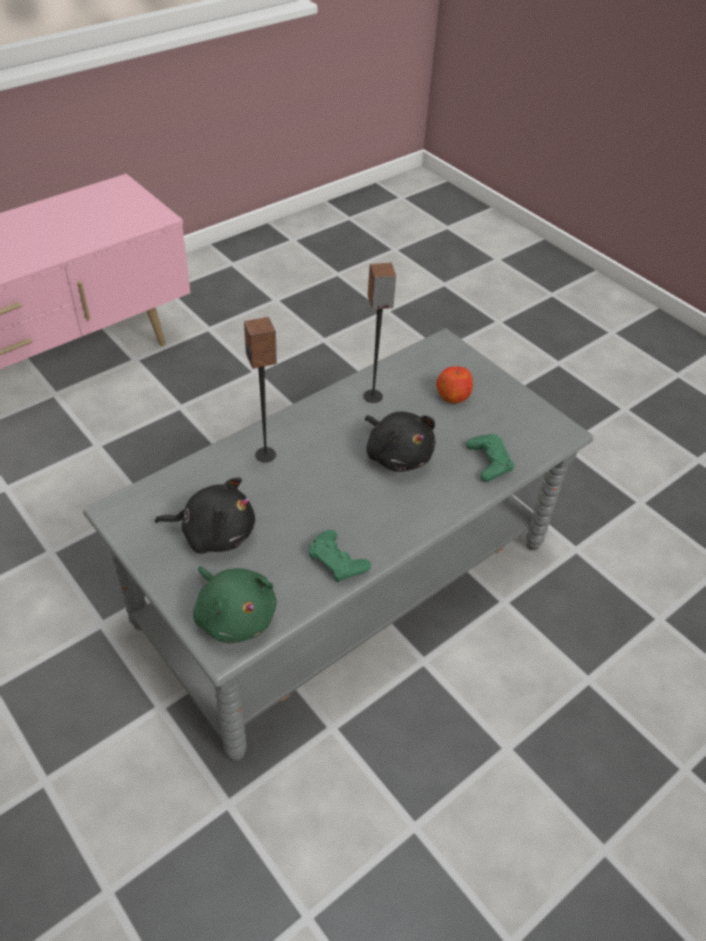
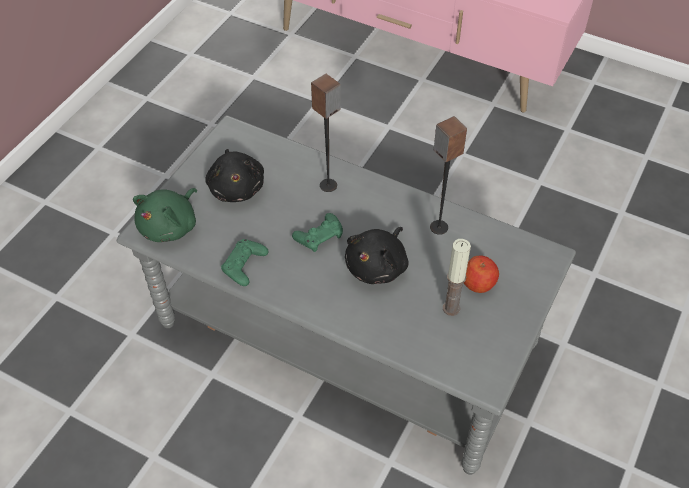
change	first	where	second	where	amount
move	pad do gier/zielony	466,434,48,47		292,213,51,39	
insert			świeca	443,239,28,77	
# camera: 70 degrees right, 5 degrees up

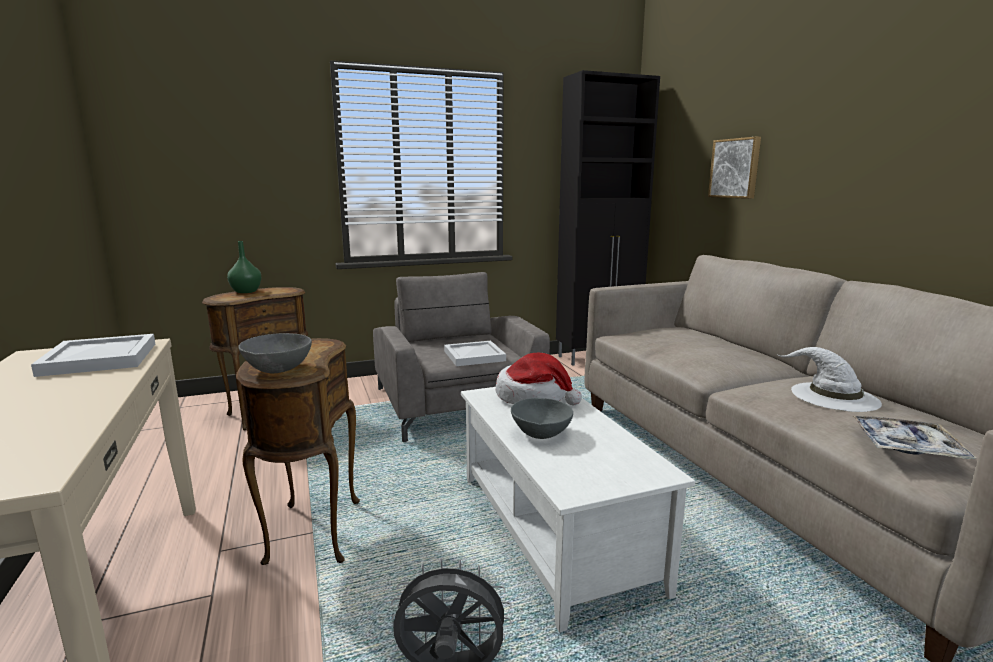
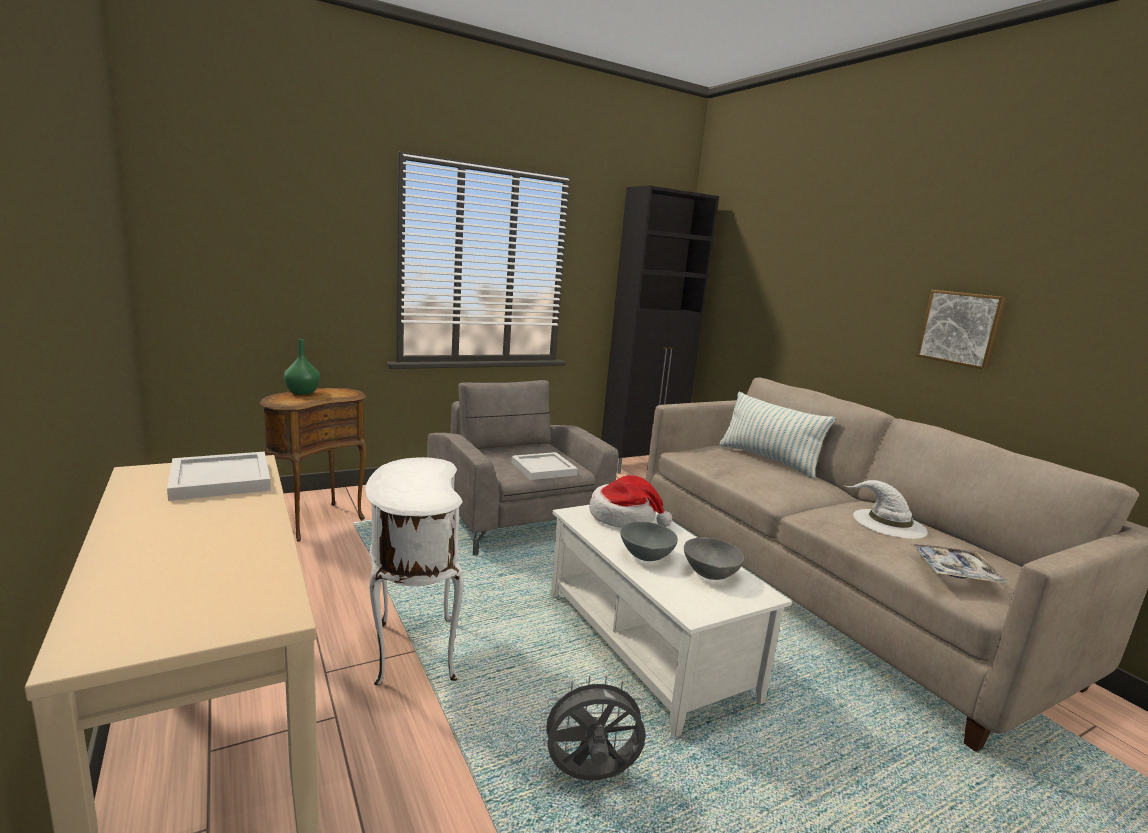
change	first	where	second	where	amount
recolor	stolik/brązowy	236,338,124,227	stolik/biały	365,457,99,228	
move	miska/szary	238,333,74,40		684,537,60,43	
insert			poduszka	719,392,116,86	
move	obraz	708,137,53,62		916,290,91,80	
# camera: 10 degrees left, 0 degrees up

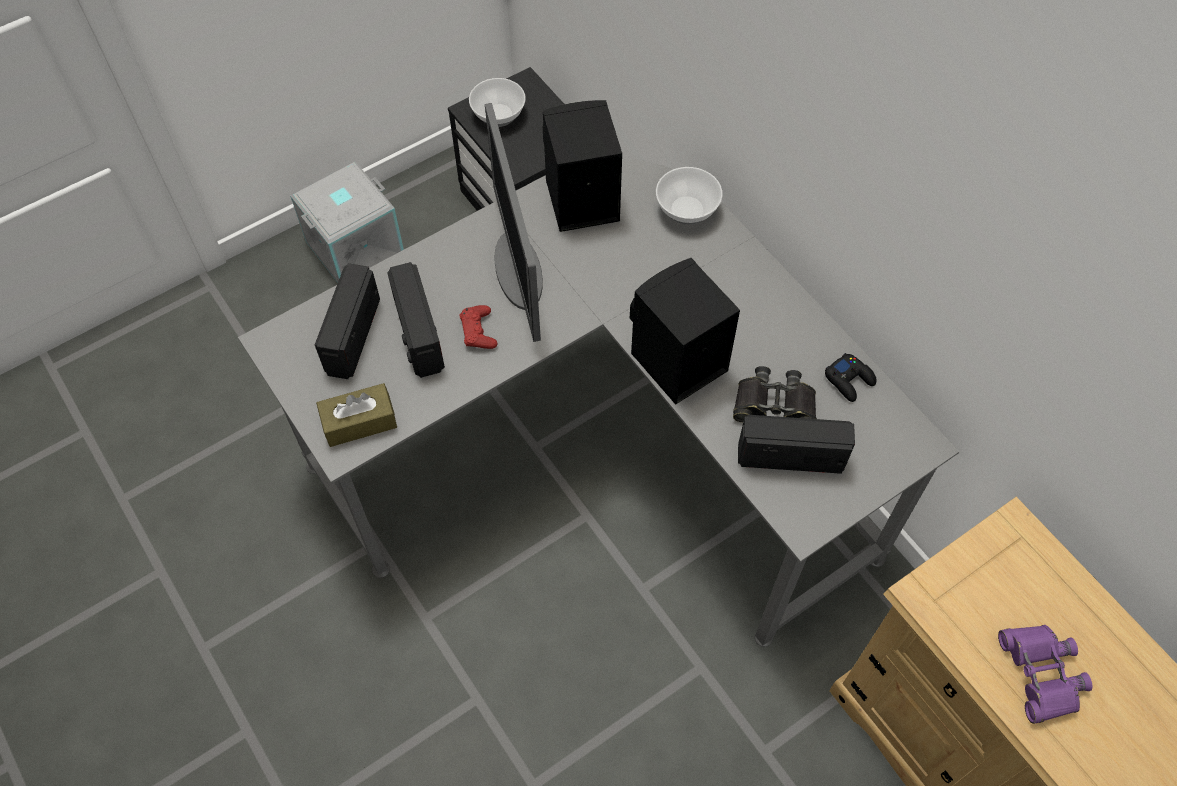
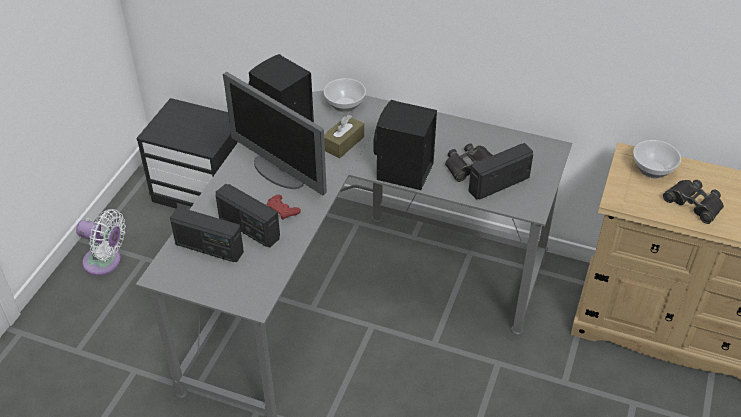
change	first	where	second	where	amount
replace	pojemnik do przechowywania/szary	290,161,114,122	wentylator/biały	76,209,50,67	
rotate	radio	315,263,65,116		170,208,74,54	45 degrees counterclockwise
move	pudełko chusteczek/brązowy	316,383,81,64		324,115,40,43	
move	miska	469,78,57,49		633,140,48,38	
recolor	lornetka/fioletowy	998,625,94,99	lornetka/czarny	663,180,61,44	
delete	pad do gier/czarny	825,353,51,49			
# camera: 35 degrees left, 15 degrees down

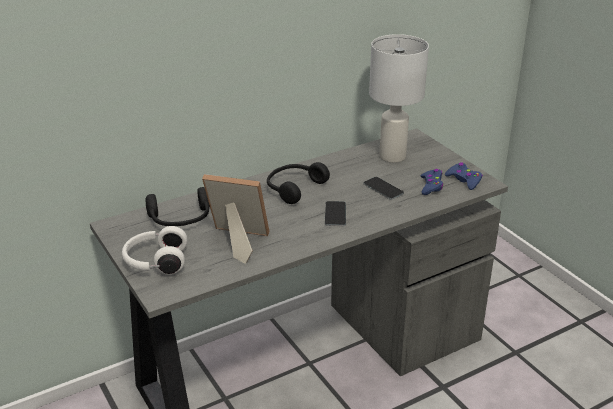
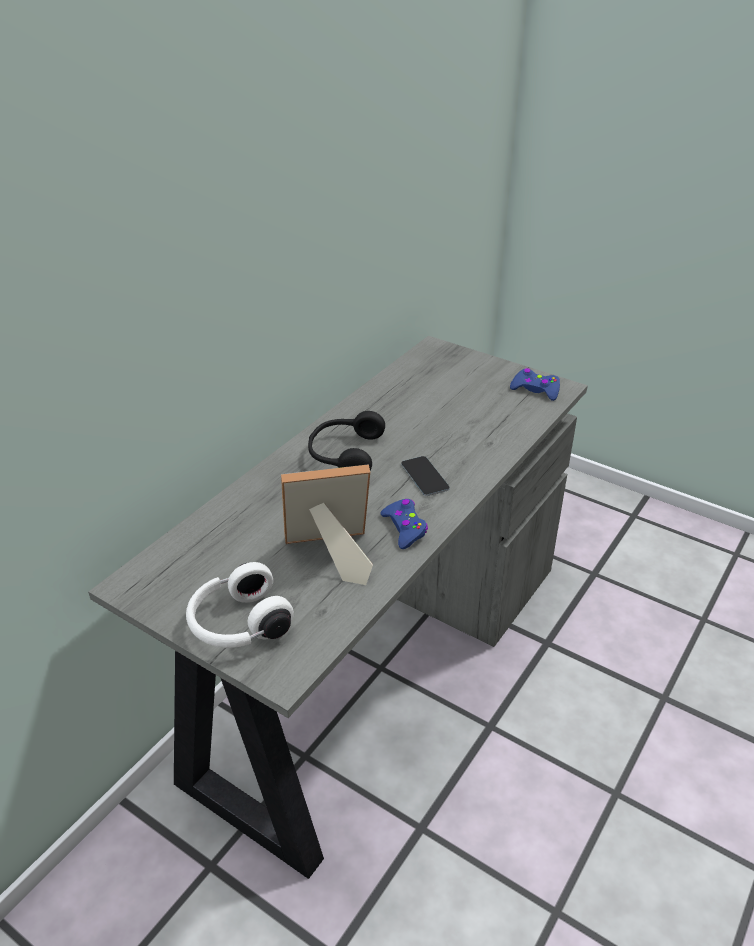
change	first	where	second	where	amount
move	pad do gier/niebieski	421,169,22,26		380,499,48,50	
delete	słuchawki/czarny	146,187,64,39			
delete	telefon	363,177,41,23			
delete	lampa stołowa/biały	369,34,60,129			
# camera: 25 degrees left, 5 degrees up

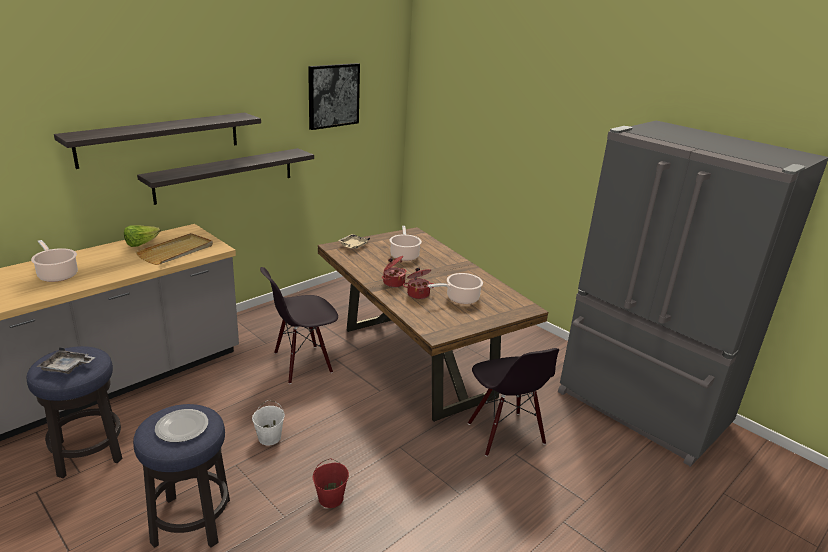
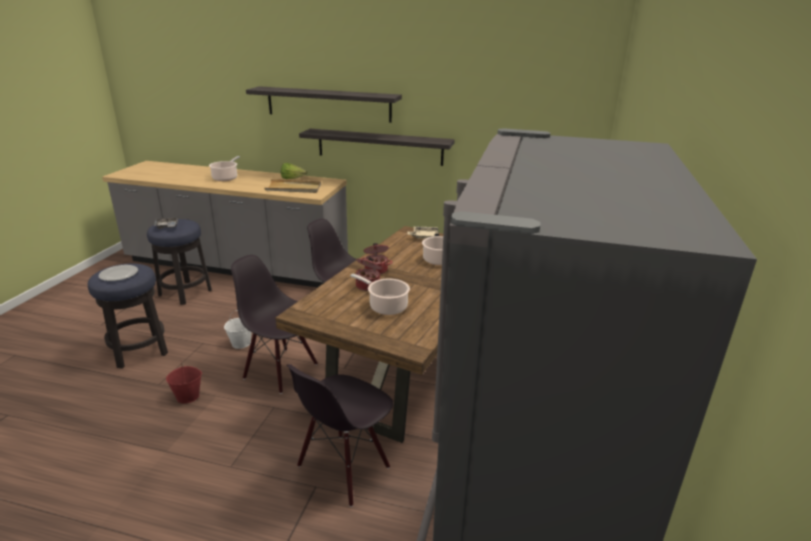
change	first	where	second	where	amount
insert			krzesło/czarny	231,255,87,139	
delete	obraz	308,63,52,67			
# camera: 60 degrees right, 0 degrees up

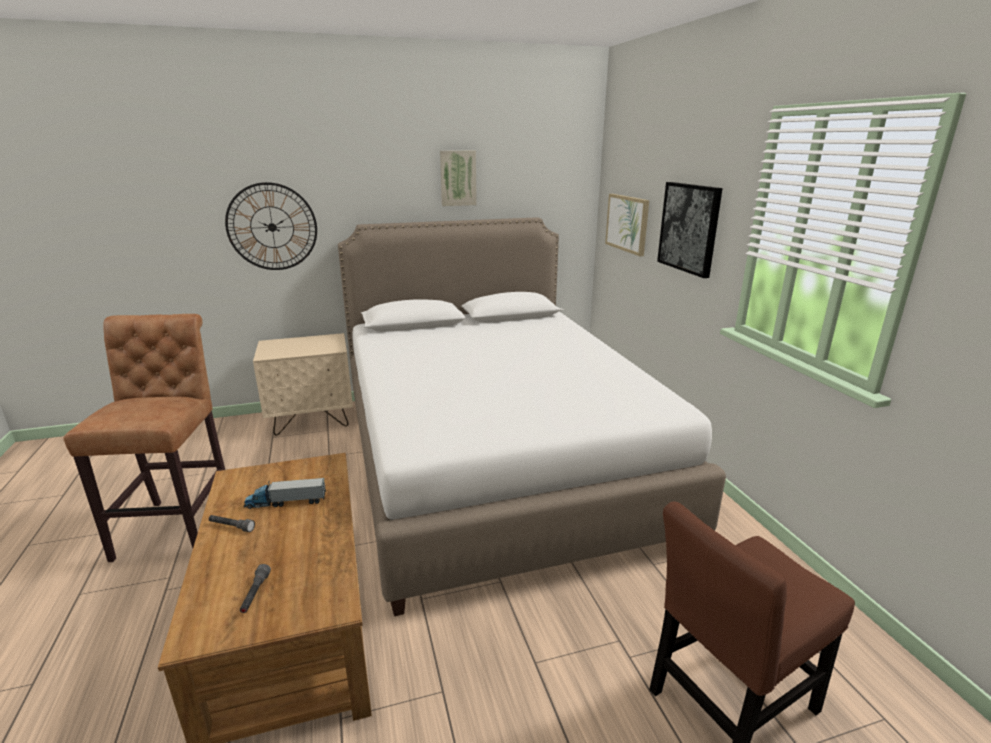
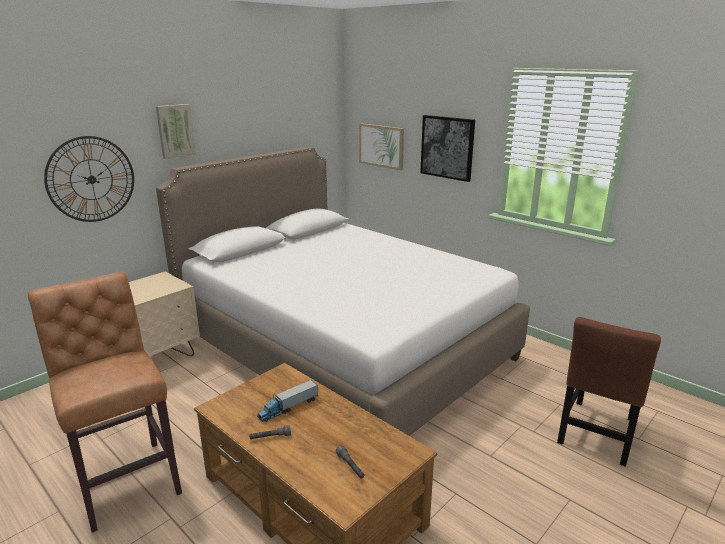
change	first	where	second	where	amount
move	obraz	440,151,37,55		156,104,40,55	
# camera: 30 degrees left, 0 degrees up

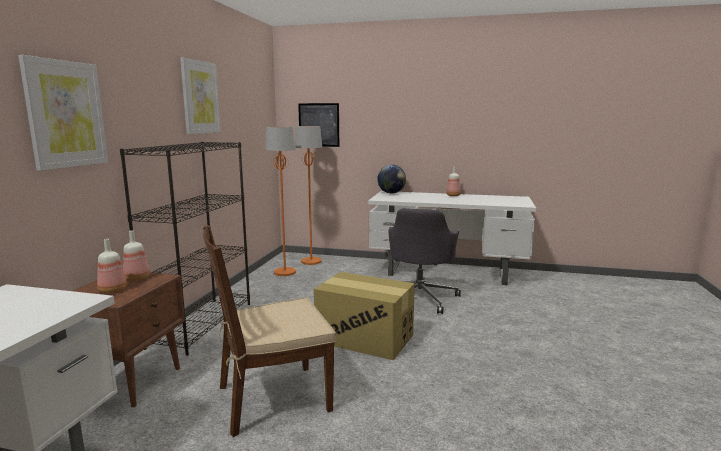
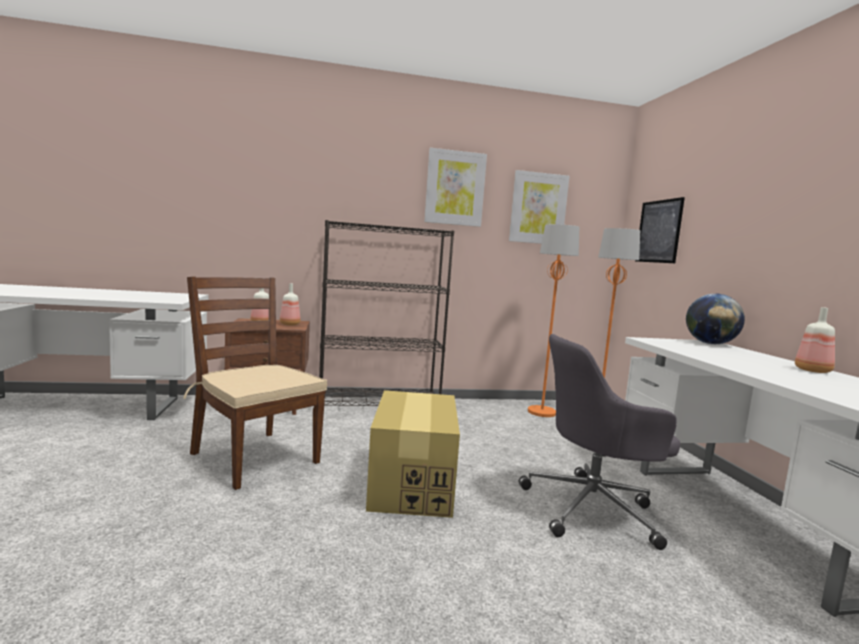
change	first	where	second	where	amount
move	obraz	18,55,90,116		509,170,60,74	
# camera: 65 degrees right, 5 degrees down

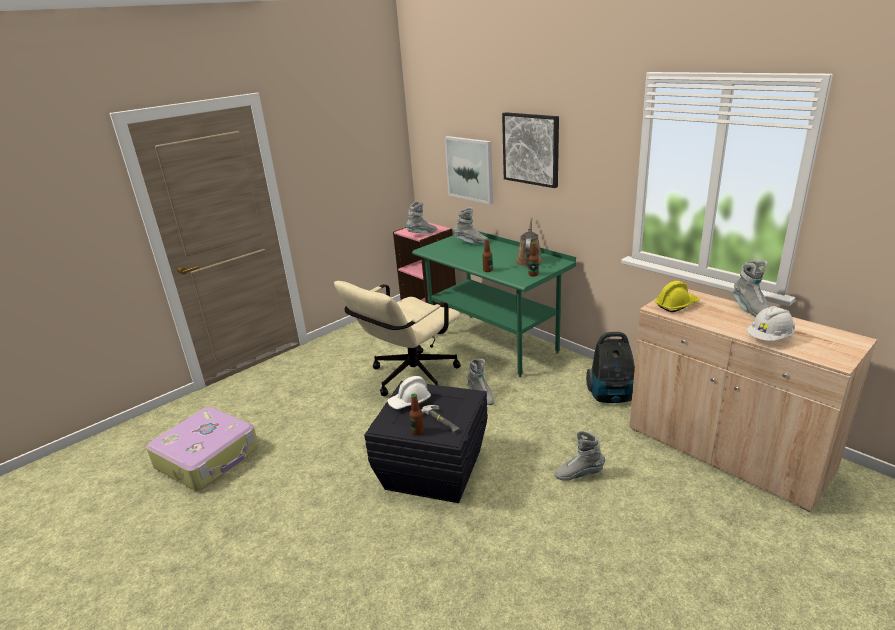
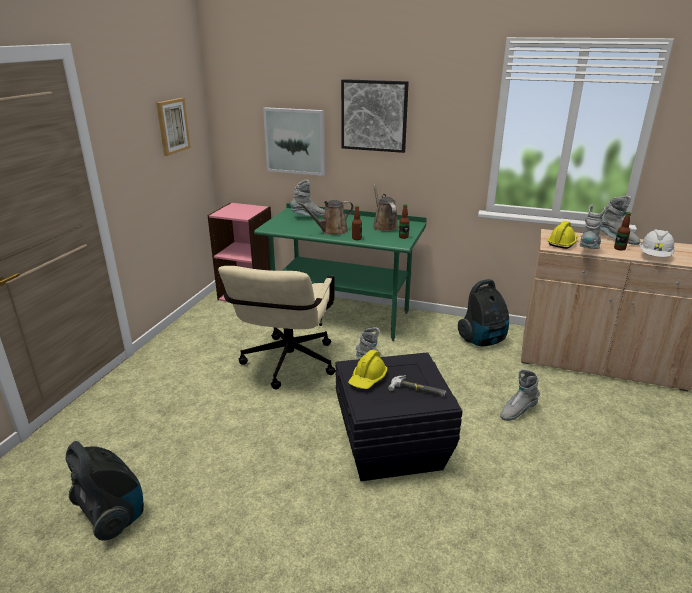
change	first	where	second	where	amount
replace	walizka	146,407,113,84	odkurzacz	66,441,78,100	
insert			obraz	156,98,35,58	
insert			konewka/brązowy	298,200,56,35	
recolor	kask/biały	387,376,44,33	kask/żółty	348,350,39,39	
move	but z cholewką/szary	406,201,31,32		580,205,25,44	
move	butelka	409,394,15,41		614,212,17,39	
# camera: 30 degrees left, 0 degrees up

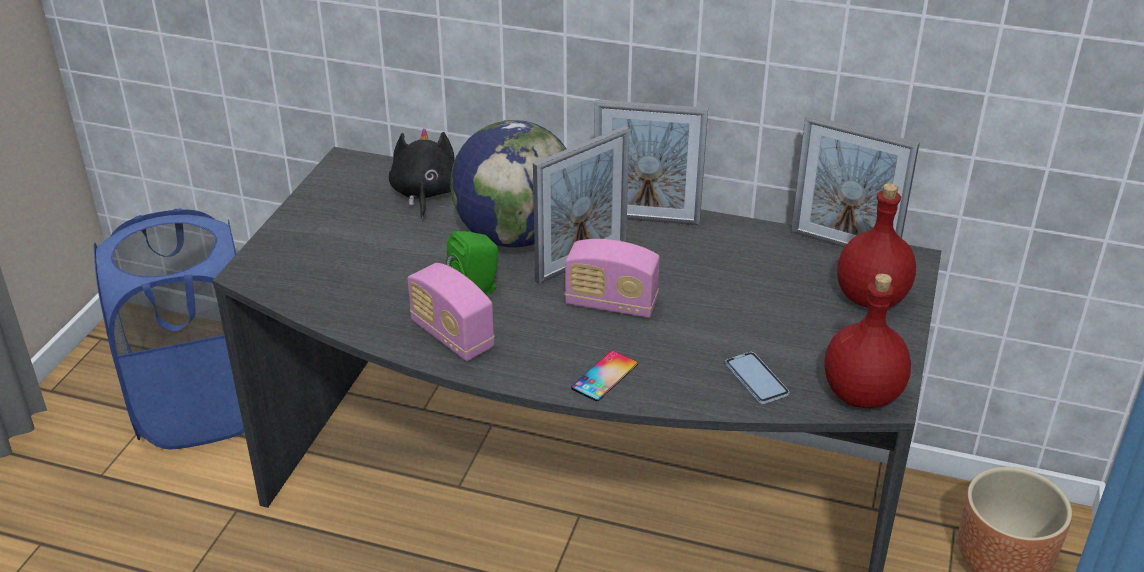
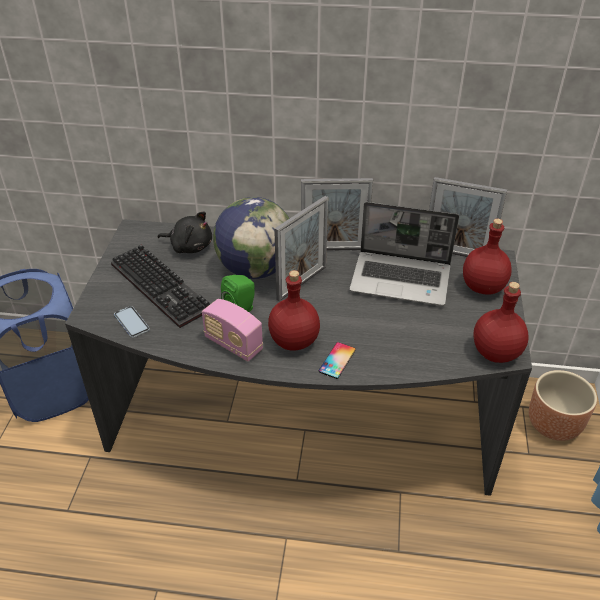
change	first	where	second	where	amount
insert			klawiatura	111,245,99,83	
move	telefon	725,352,64,52		114,306,36,32	
rotate	pluszak/czarny	389,128,65,91		157,212,55,41	120 degrees clockwise
insert			butelka/czerwony	268,270,52,81	
insert			laptop	350,202,109,104	
delete	radio	565,239,95,79			
# camera: 10 degrees left, 5 degrees up

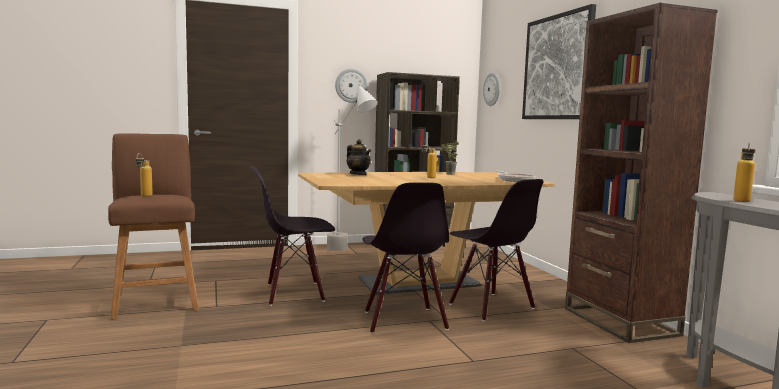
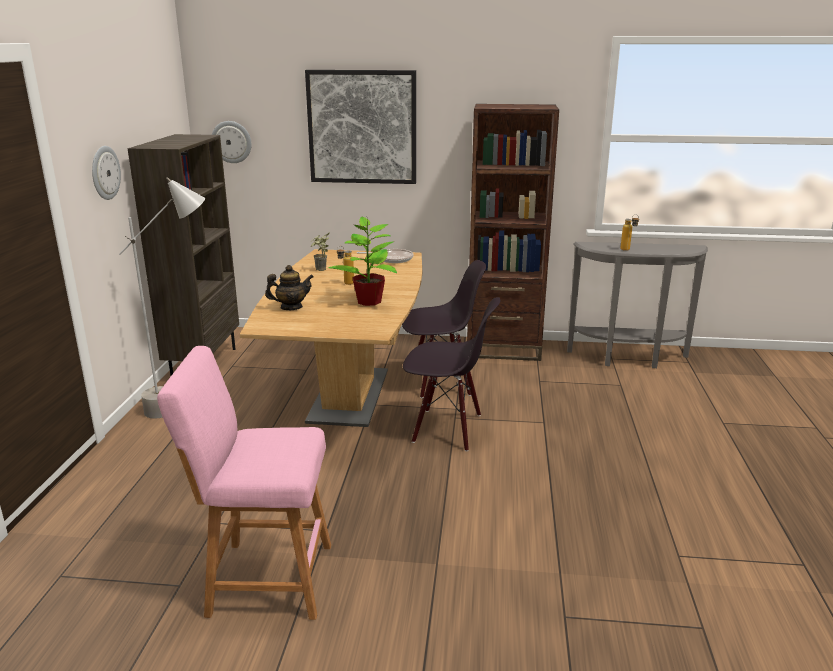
change	first	where	second	where	amount
recolor	stołek/brązowy	108,133,91,187	stołek/różowy	157,346,174,274	
insert			roślina doniczkowa	328,217,69,89	
delete	butelka	135,153,18,44			
delete	krzesło/czarny	250,166,85,140			
# camera: 65 degrees left, 15 degrees up

